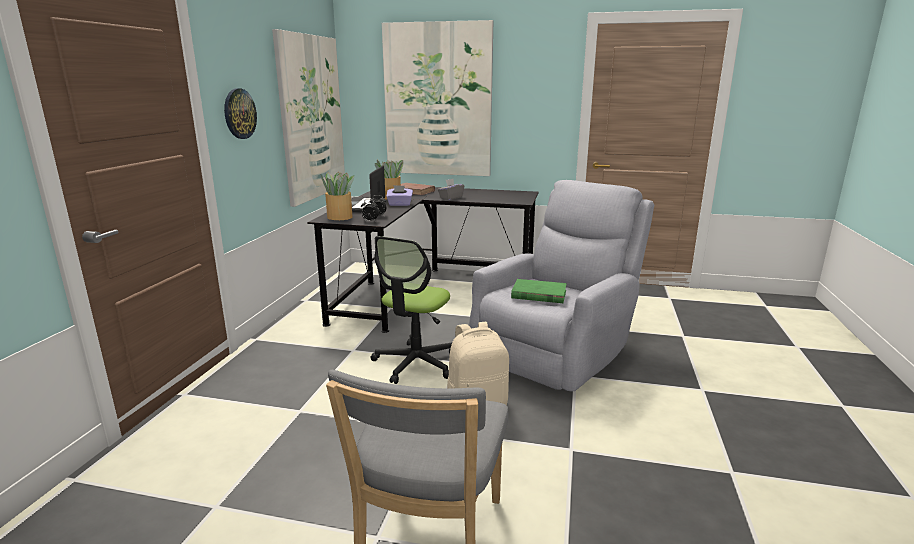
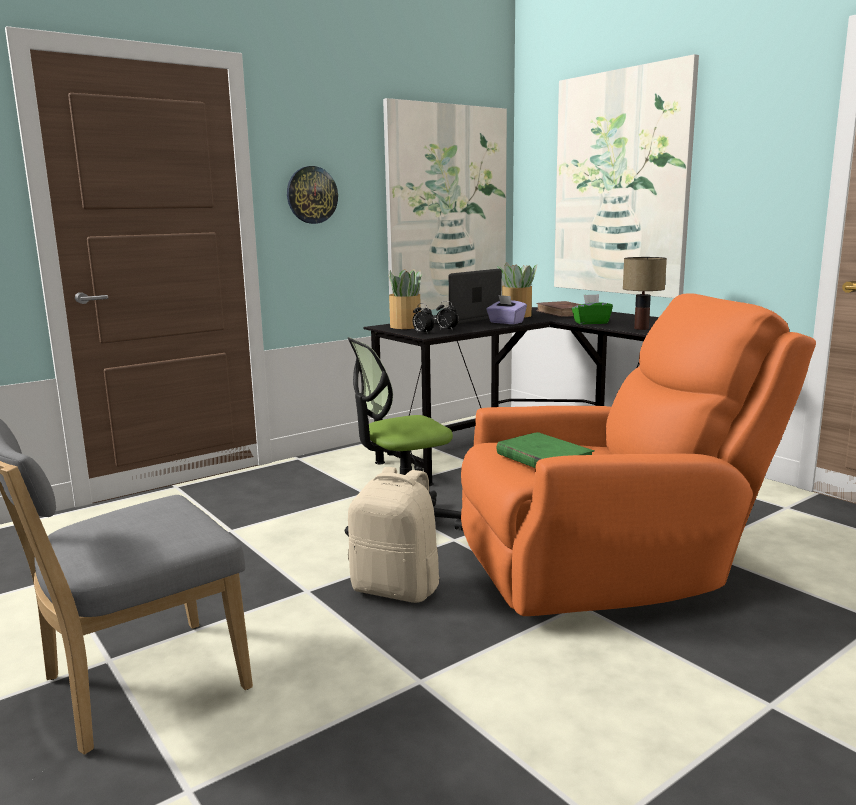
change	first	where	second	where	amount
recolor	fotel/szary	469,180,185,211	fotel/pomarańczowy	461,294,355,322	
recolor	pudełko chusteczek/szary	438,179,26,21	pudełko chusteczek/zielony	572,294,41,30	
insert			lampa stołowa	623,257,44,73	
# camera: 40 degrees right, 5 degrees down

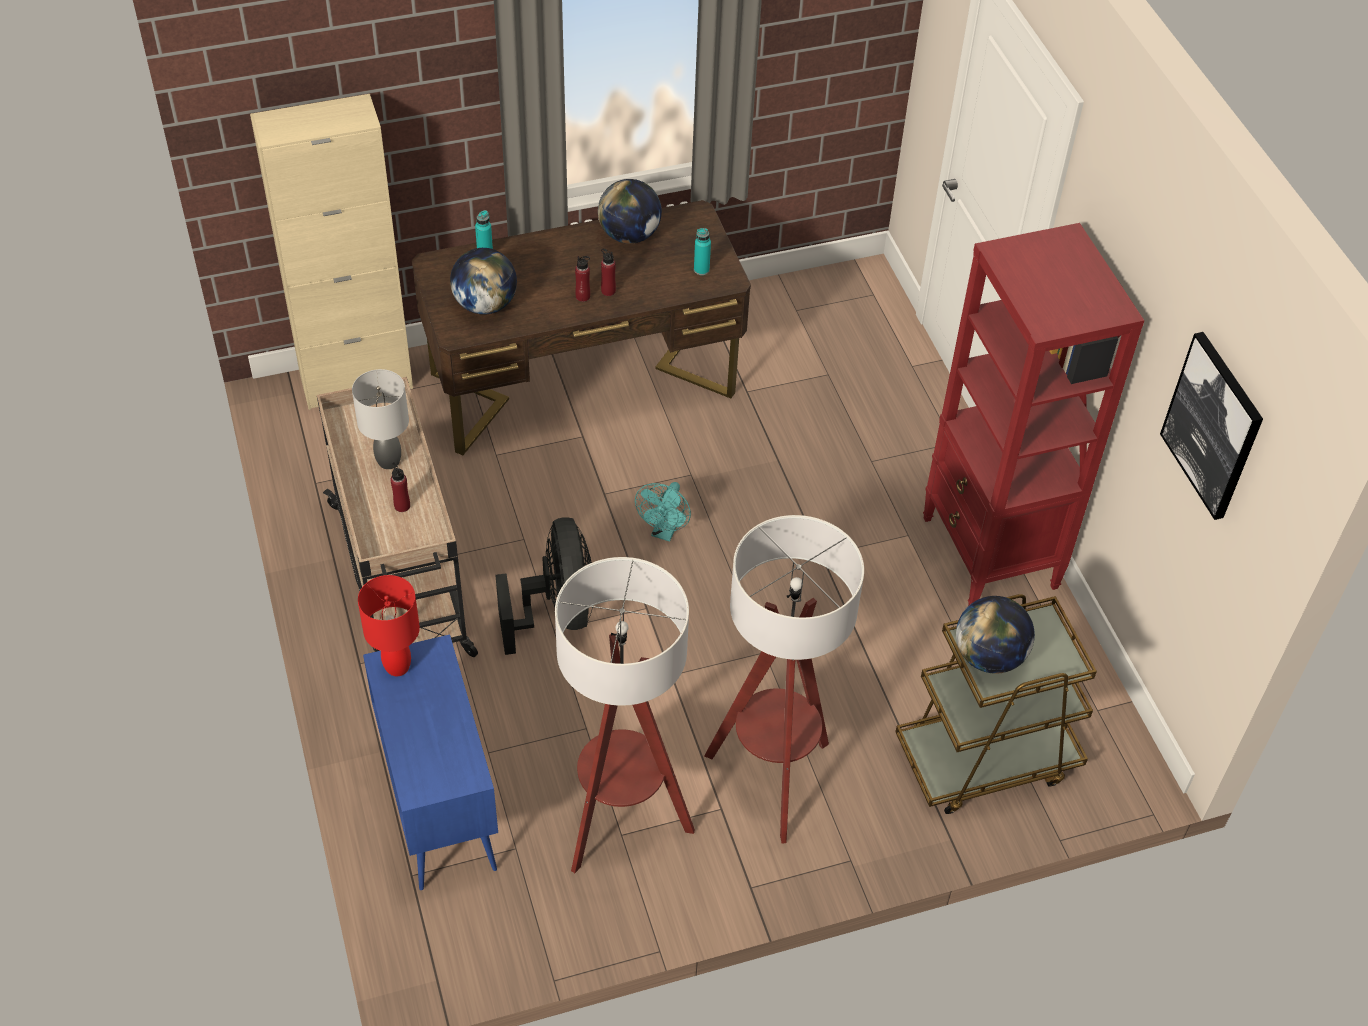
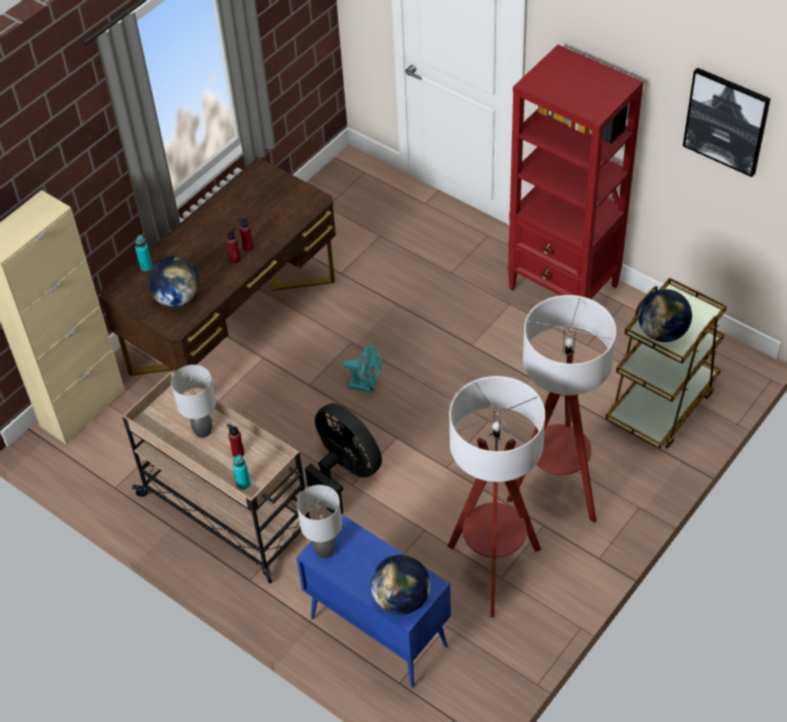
change	first	where	second	where	amount
move	butelka/turkusowy	694,228,17,47		233,455,17,35	
recolor	lampa stołowa/czerwony	358,575,62,101	lampa stołowa/szary	297,485,45,73	
rotate	wentylator/turkusowy	635,482,56,60		342,344,40,49	60 degrees counterclockwise
move	globus	598,179,64,65		371,555,59,60	
# camera: 30 degrees left, 0 degrees up

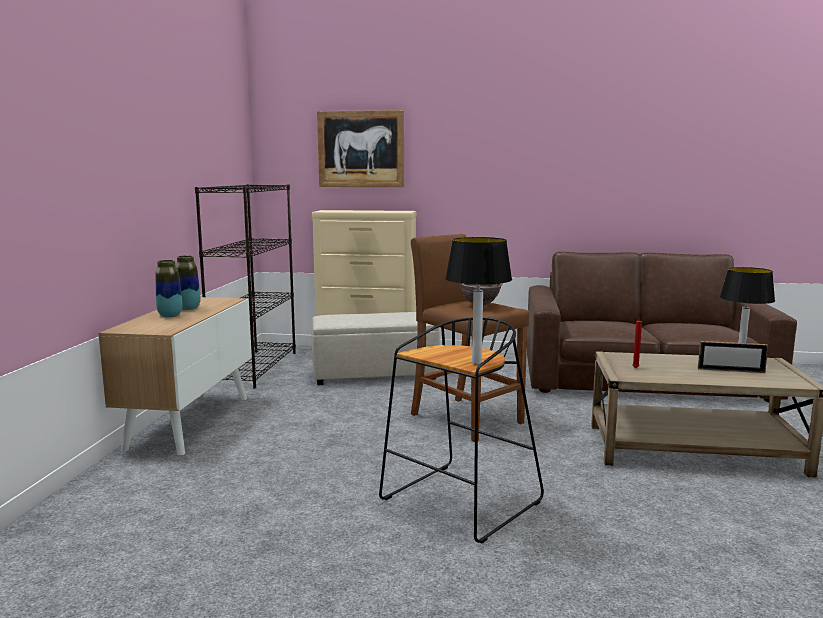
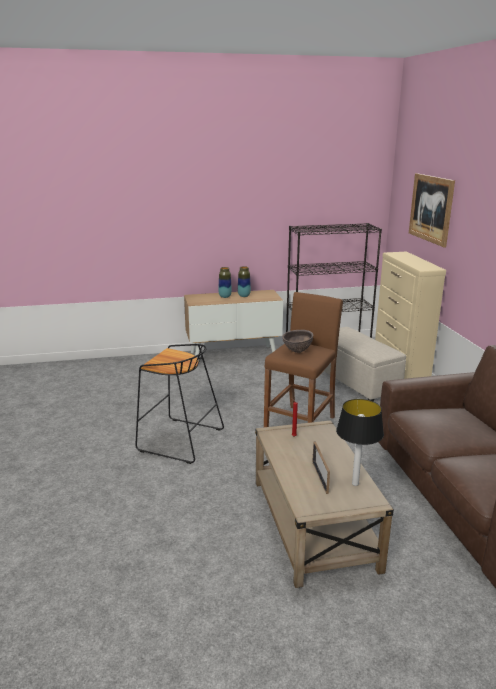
change	first	where	second	where	amount
delete	lampa stołowa	445,237,67,128			
# camera: 70 degrees right, 10 degrees up

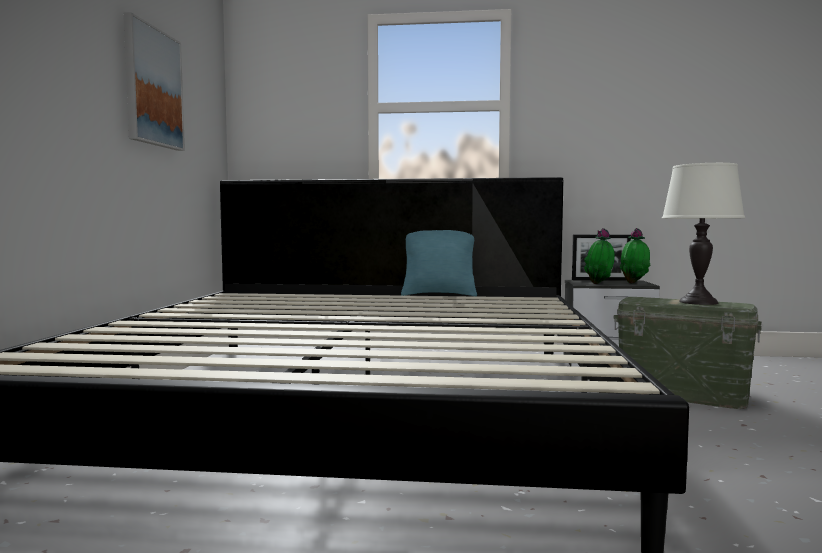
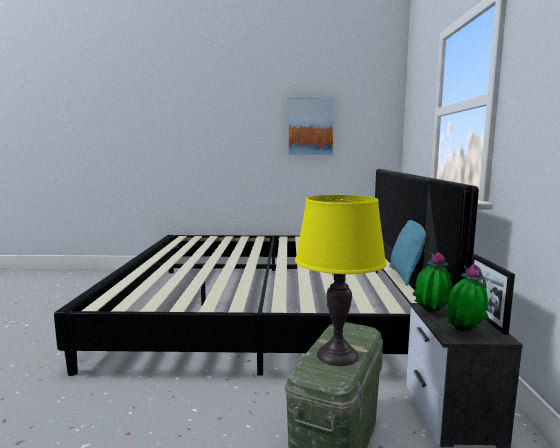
change	first	where	second	where	amount
recolor	lampa stołowa/biały	662,163,83,142	lampa stołowa/żółty	295,195,92,171	
# camera: 85 degrees right, 5 degrees up

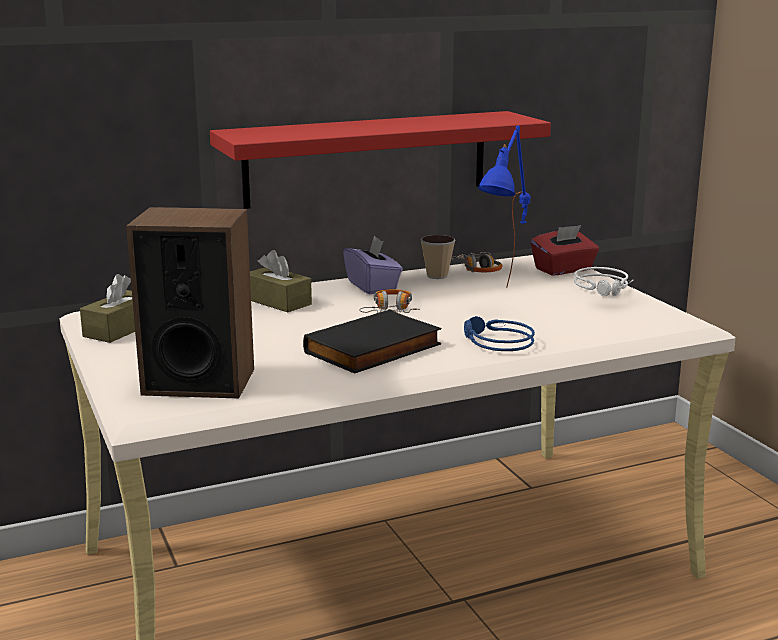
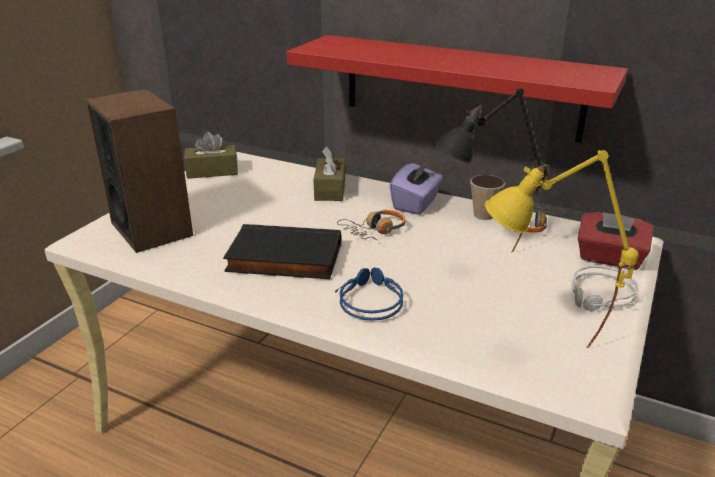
change	first	where	second	where	amount
recolor	lampa stołowa/niebieski	478,125,53,162	lampa stołowa/czarny	435,88,113,164	
insert			lampa stołowa/żółty	484,150,155,198	
# camera: 50 degrees right, 10 degrees up

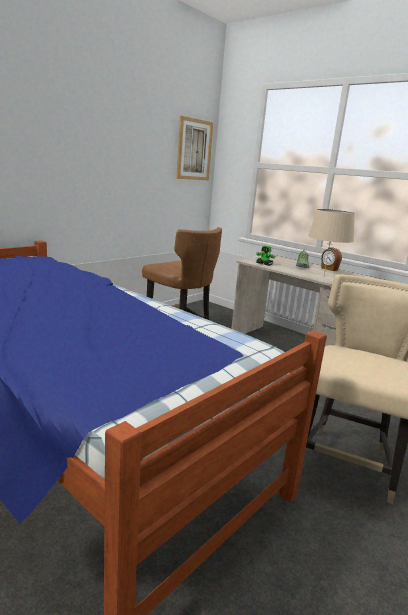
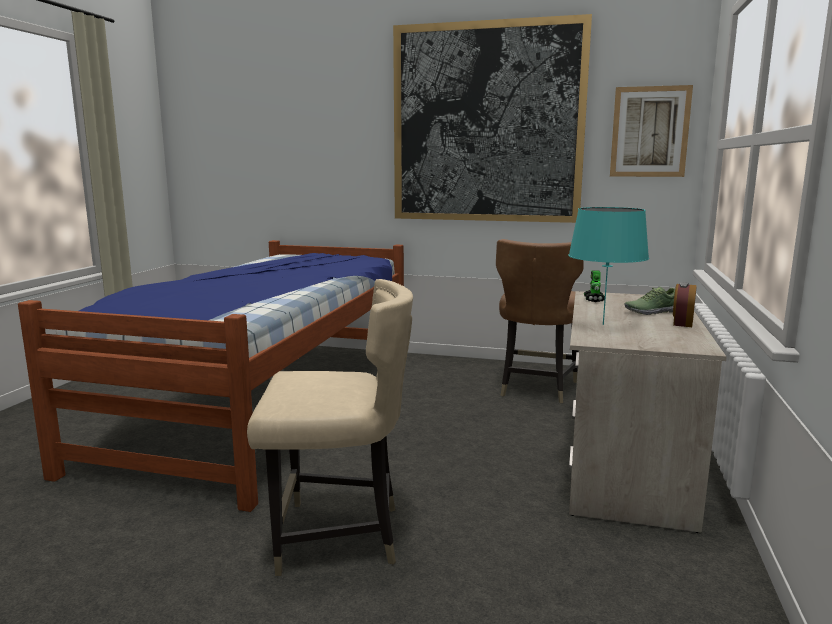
change	first	where	second	where	amount
insert			obraz	393,14,199,209	
recolor	lampa stołowa/beżowy	308,209,47,69	lampa stołowa/turkusowy	568,207,81,118	
# camera: 65 degrees right, 5 degrees down

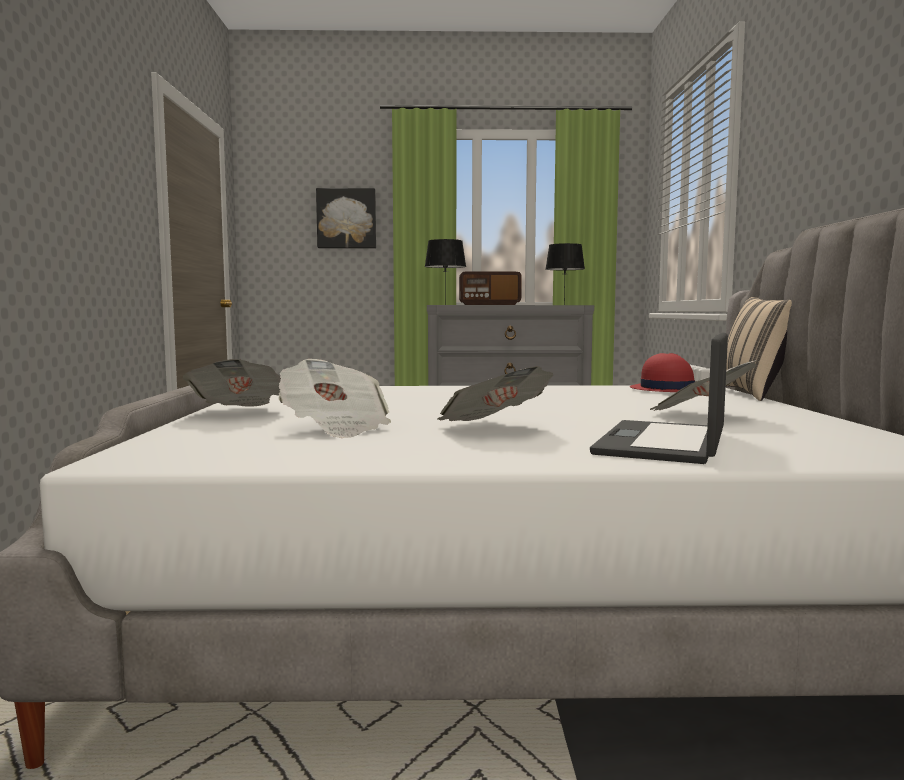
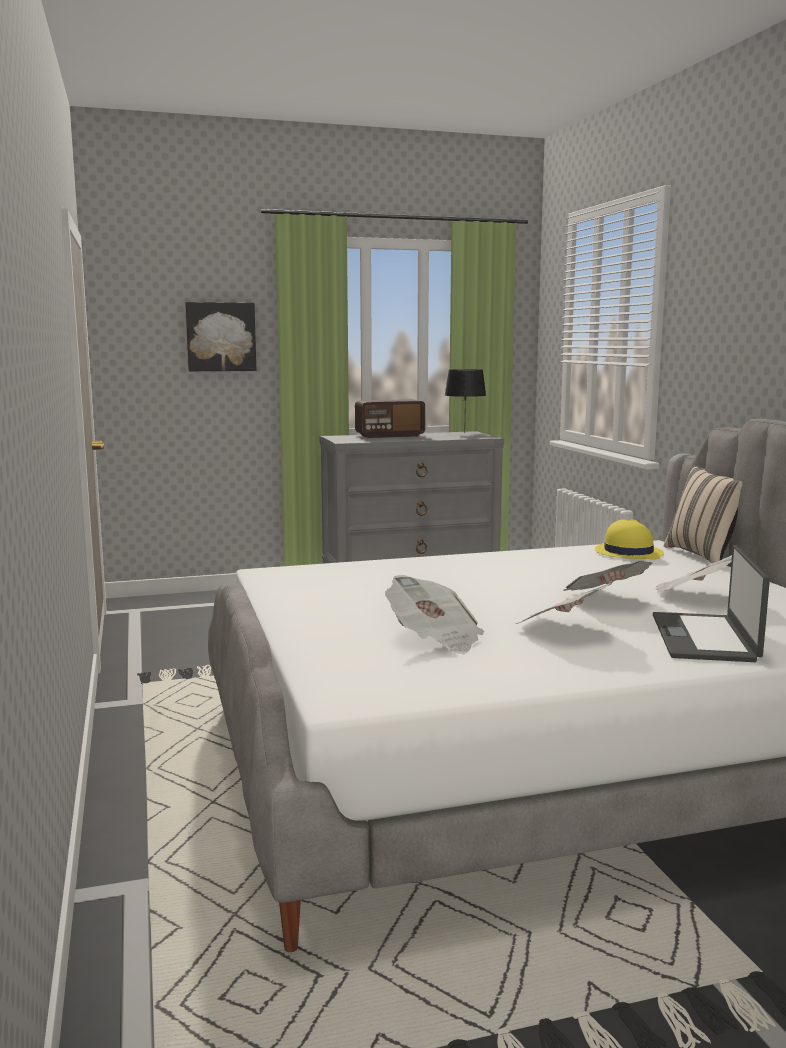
change	first	where	second	where	amount
move	gazeta	182,359,99,48		563,561,90,30	
recolor	kapelusz/czerwony	630,353,65,39	kapelusz/żółty	595,519,69,41	
delete	lampa stołowa/czarny	425,239,41,66			
# camera: 15 degrees left, 5 degrees up

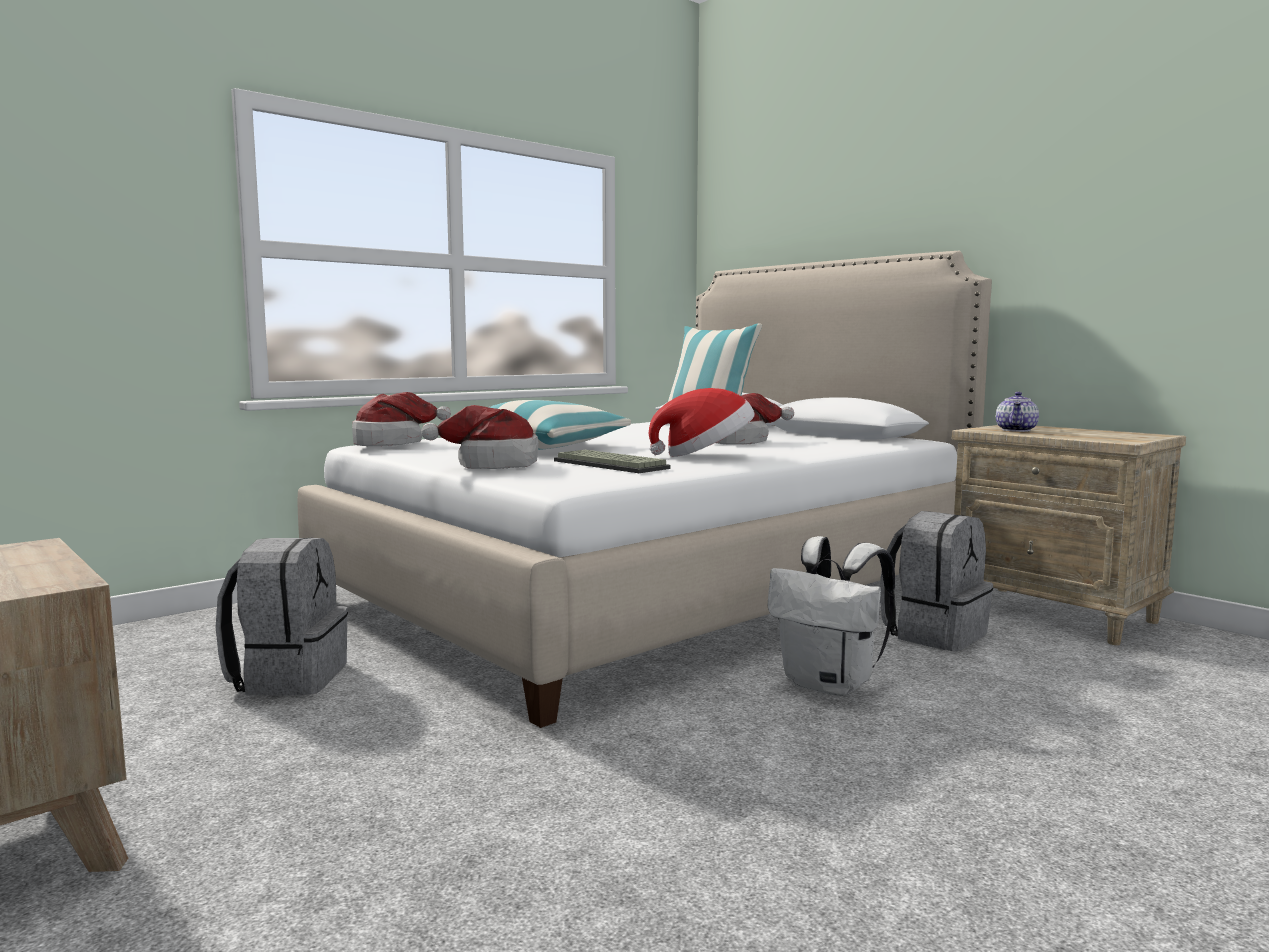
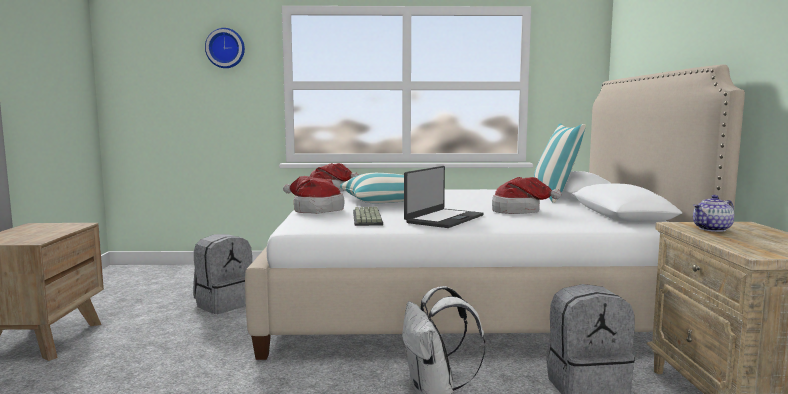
change	first	where	second	where	amount
insert			zegar ścienny	205,28,40,40	
replace	kapelusz	649,388,106,69	laptop	404,166,80,62	
# camera: 40 degrees right, 0 degrees up

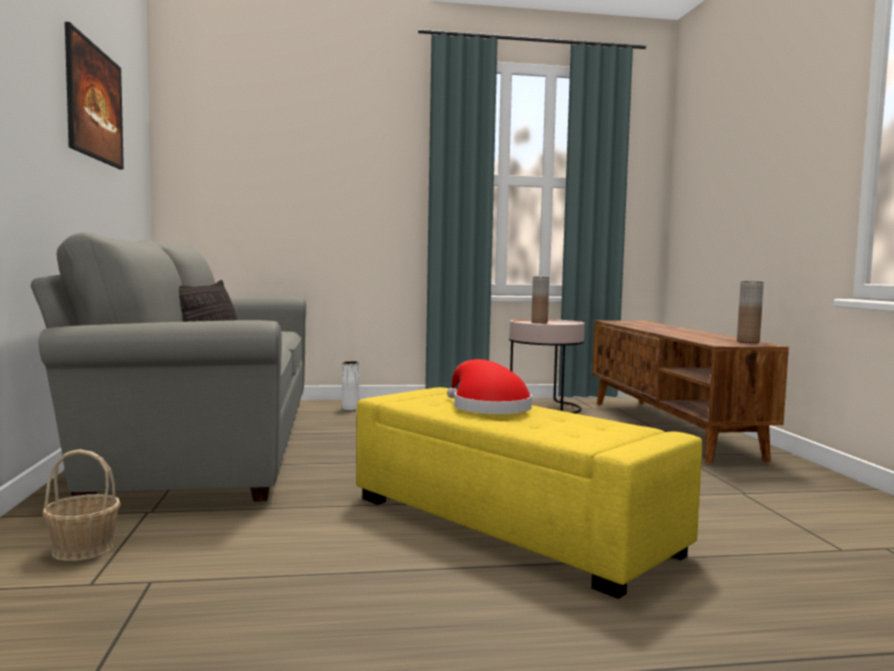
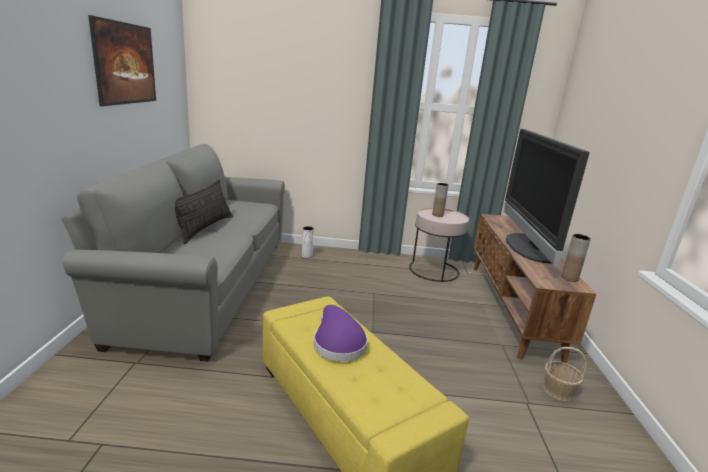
change	first	where	second	where	amount
recolor	kapelusz/czerwony	447,359,85,55	kapelusz/fioletowy	314,305,54,56	
insert			telewizor	504,129,86,138	
move	koszyk	43,449,78,112		543,347,44,54	
# camera: 10 degrees right, 15 degrees up

